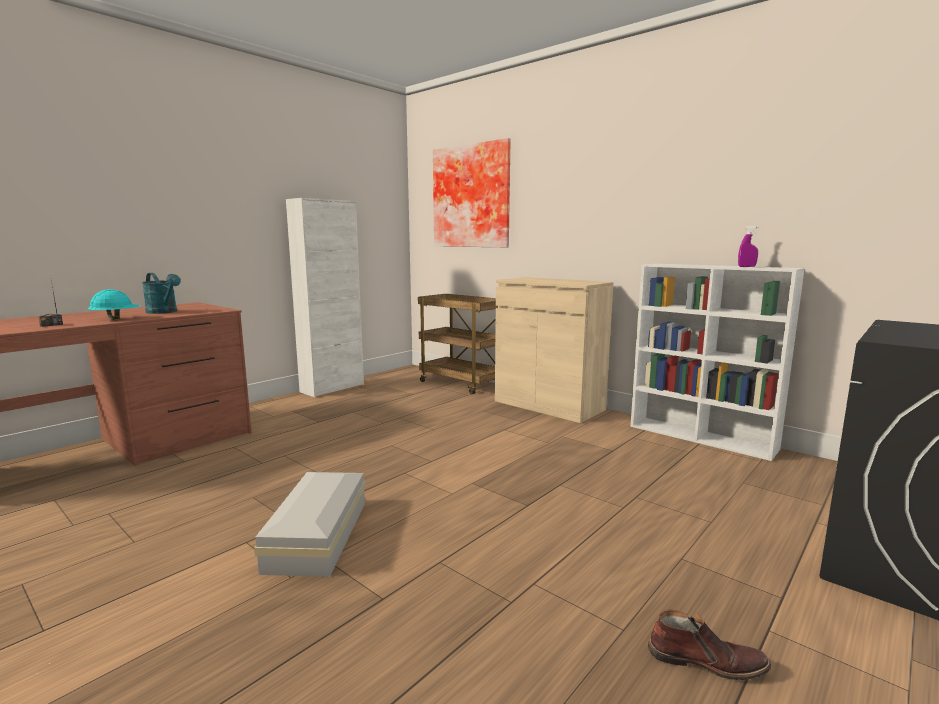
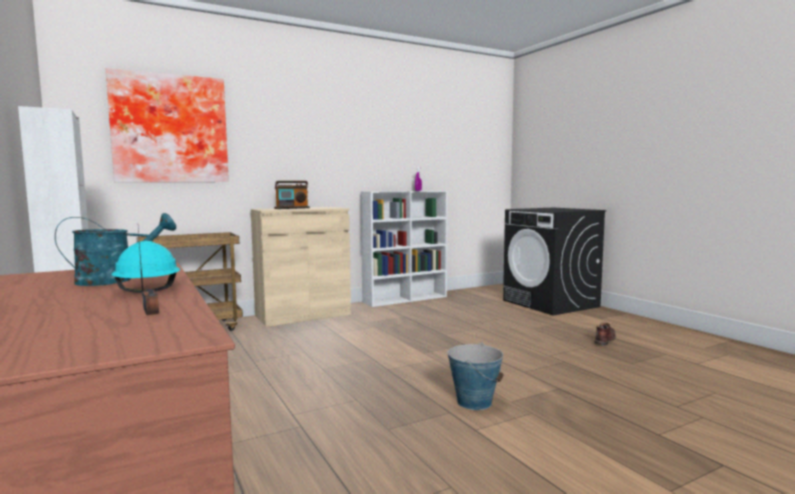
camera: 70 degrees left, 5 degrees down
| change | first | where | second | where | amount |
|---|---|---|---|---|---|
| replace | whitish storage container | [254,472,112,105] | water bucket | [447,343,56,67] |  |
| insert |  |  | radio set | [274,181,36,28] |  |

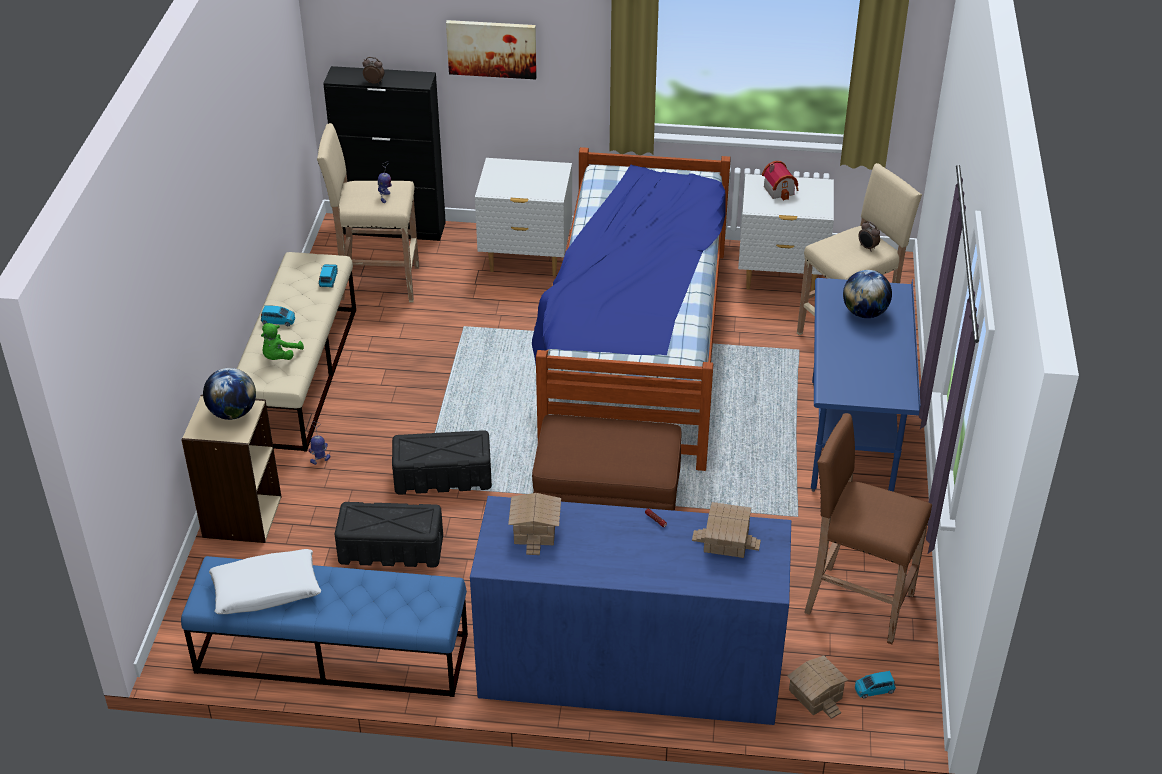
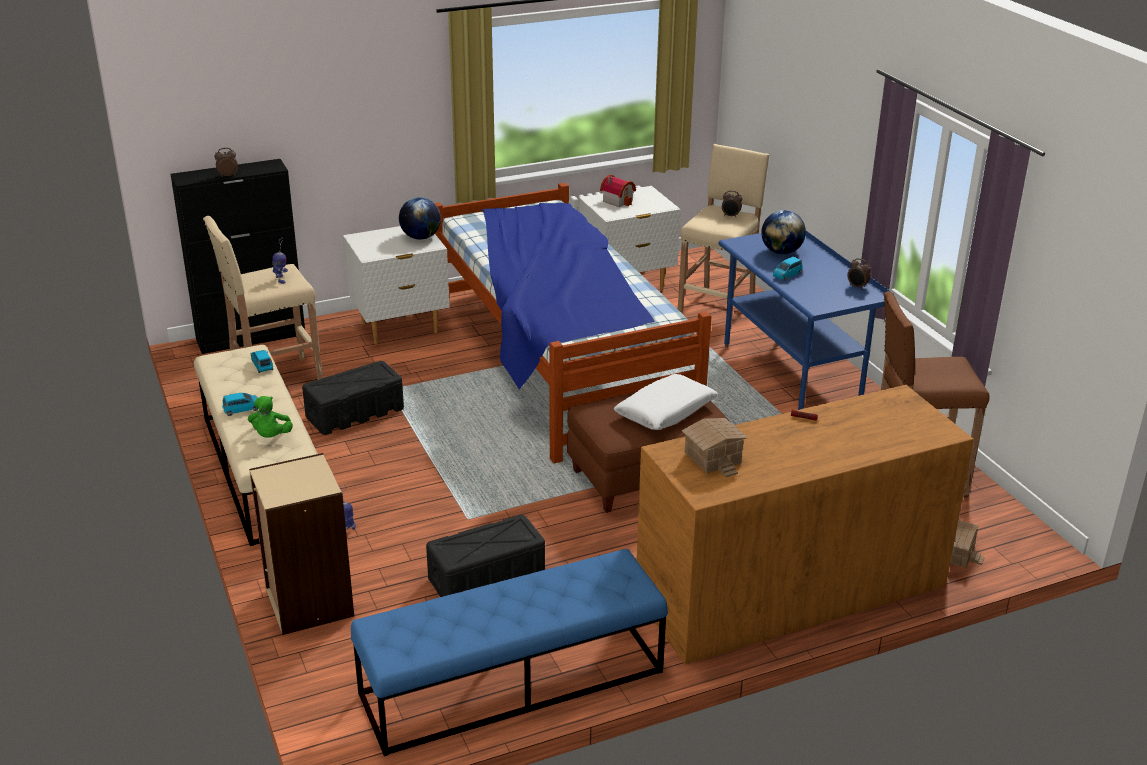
camera: 30 degrees left, 10 degrees down
| change | first | where | second | where | amount |
|---|---|---|---|---|---|
| move | desk globe | [203,368,53,52] |  | [399,197,42,43] |  |
| move | whitish throw pillow | [209,549,112,65] |  | [614,374,104,56] |  |
| move | blackish storage container | [392,430,100,65] |  | [302,361,102,74] |  |
| delete | picture | [446,20,91,59] |  |  |  |
| recolor | blue-coloured chest of drawers | [470,496,321,229] | brown chest of drawers | [637,385,337,280] |  |
| delete | toy house | [692,502,69,56] |  |  |  |
| move | blue-coloured toy car | [855,671,41,28] |  | [773,257,30,24] |  |
| insert |  |  | alarm clock | [847,258,24,32] |  |

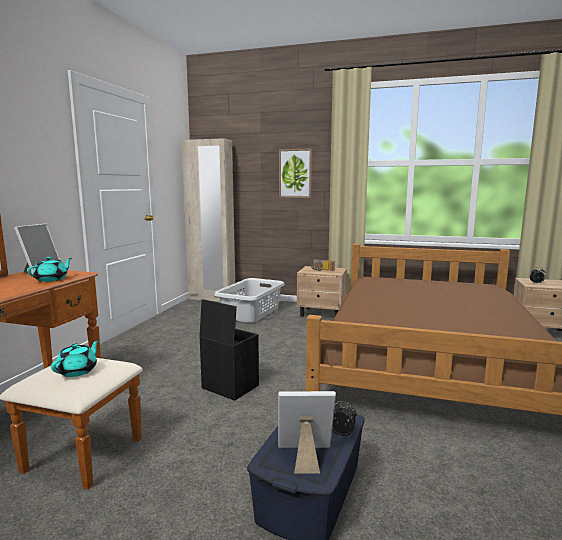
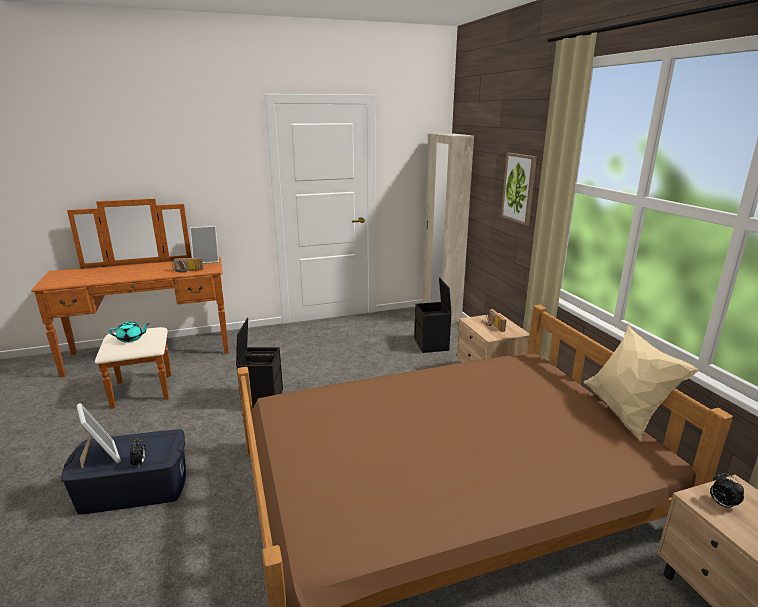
camera: 55 degrees right, 10 degrees up
| change | first | where | second | where | amount |
|---|---|---|---|---|---|
| replace | turquoise tea pot | [27,257,45,25] | radio set | [172,258,32,14] |  |
| replace | gray hamper | [214,278,71,45] | blackish storage container | [415,277,37,76] |  |
| insert |  |  | sand-coloured throw pillow | [584,323,115,119] |  |

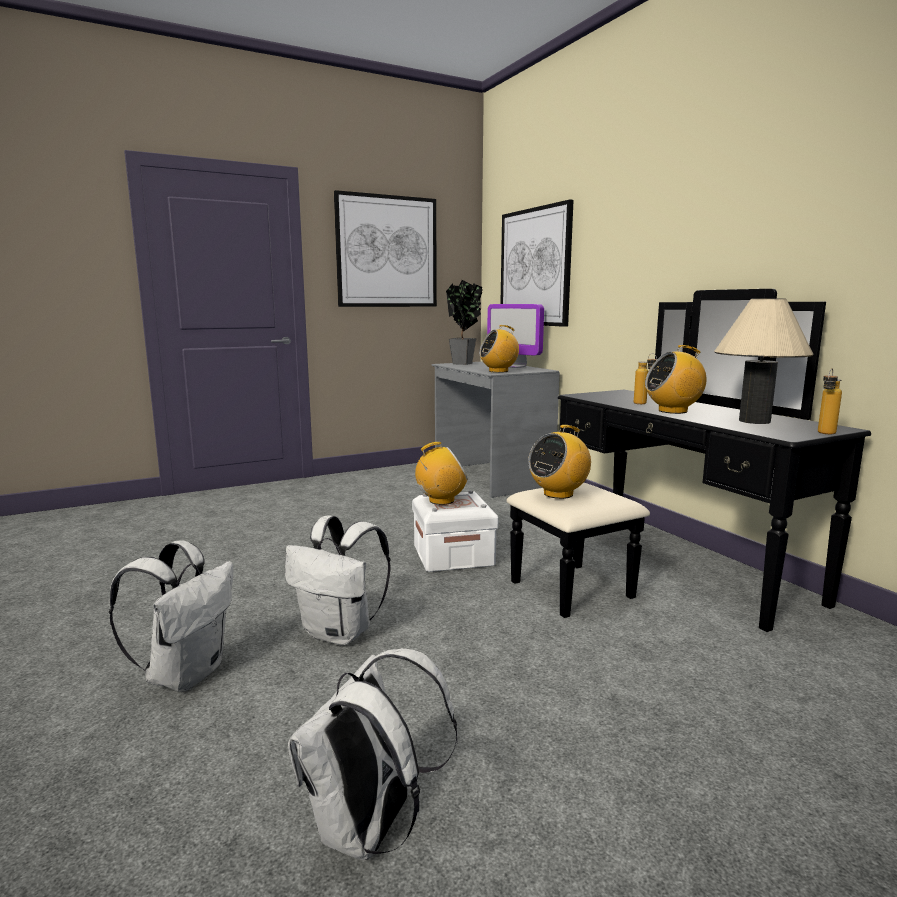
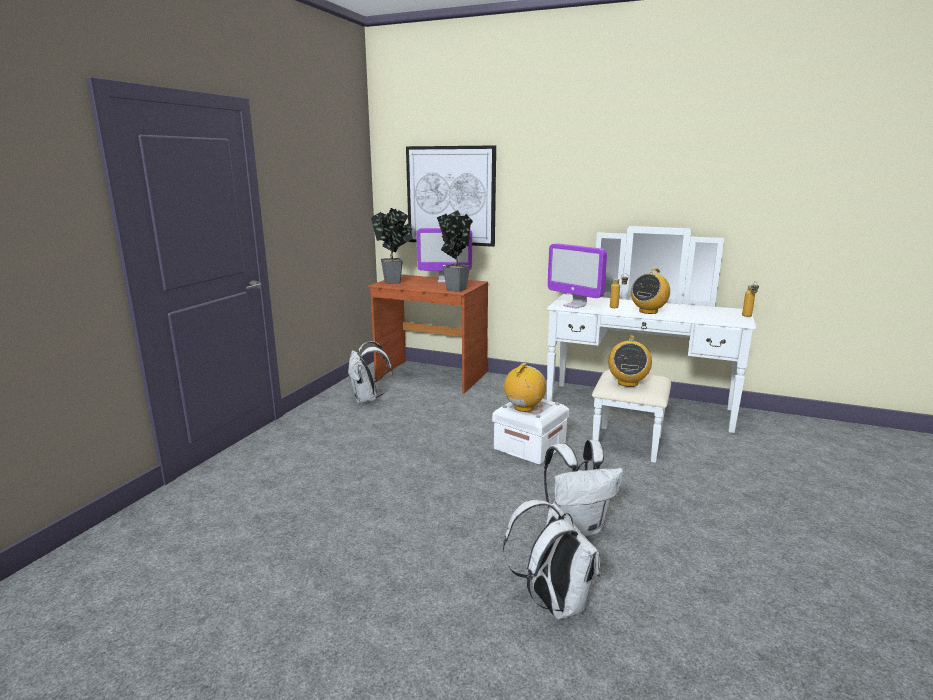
camera: 40 degrees left, 5 degrees up
| change | first | where | second | where | amount |
|---|---|---|---|---|---|
| move | whitish knapsack | [288,648,169,212] |  | [348,341,45,63] |  |
| delete | picture | [334,190,103,117] |  |  |  |
| recolor | gray desk | [432,362,128,136] | brown desk | [368,275,120,118] |  |
| replace | radio set | [479,325,40,48] | potted plant | [437,210,36,82] |  |
| recolor | blackish chest of drawers | [506,289,365,343] | whitish chest of drawers | [547,226,210,237] |  |
| delete | sand-coloured lamp for a table | [714,298,99,126] |  |  |  |
| insert |  |  | computer display | [547,243,60,66] |  |

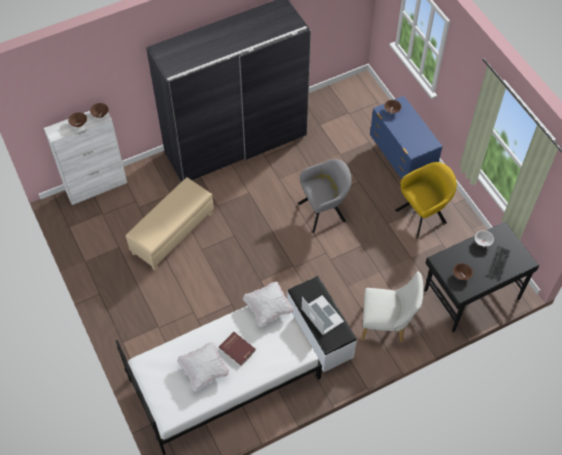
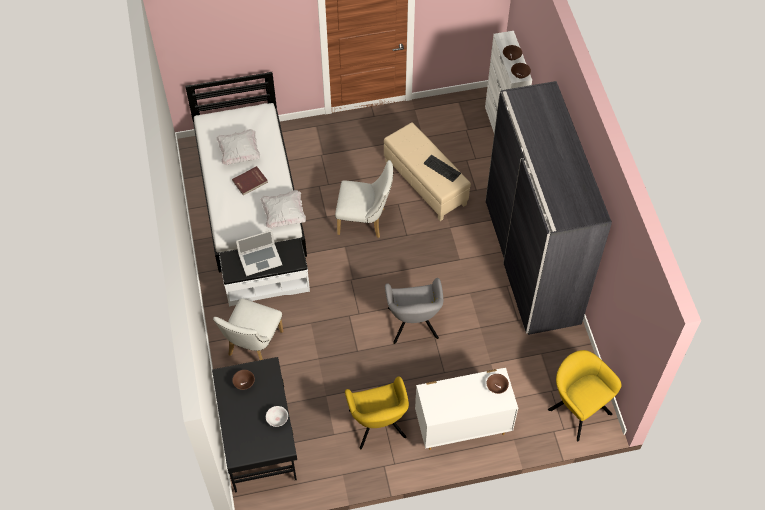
camera: 105 degrees right, 0 degrees up
| change | first | where | second | where | amount |
|---|---|---|---|---|---|
| recolor | blue-coloured chest of drawers | [370,96,73,83] | whitish chest of drawers | [415,368,103,82] |  |
| move | keyboard | [487,246,24,34] |  | [423,155,38,27] |  |
| insert |  |  | whitish plain chair | [335,160,58,78] |  |
| insert |  |  | yellow easy chair | [548,350,73,91] |  |

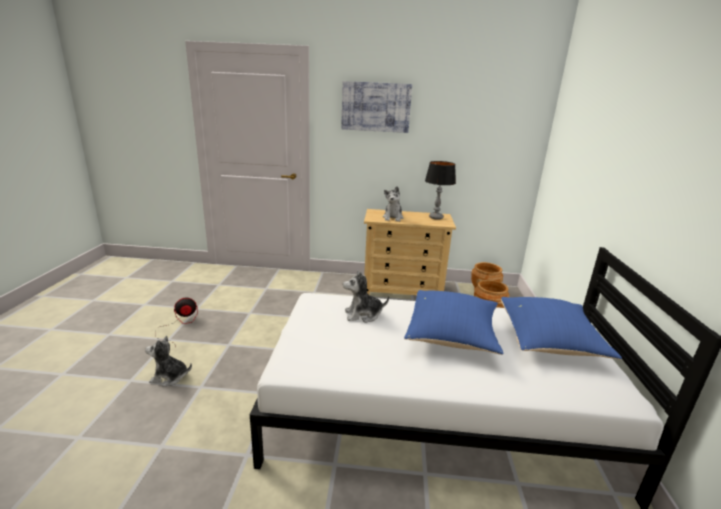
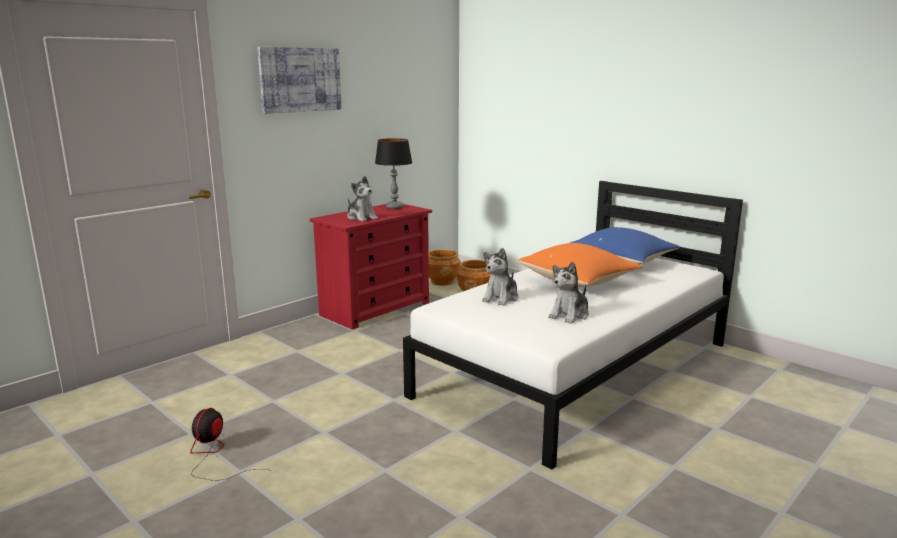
camera: 50 degrees left, 5 degrees down
| change | first | where | second | where | amount |
|---|---|---|---|---|---|
| move | cuddly toy | [145,336,47,51] |  | [548,261,41,63] |  |
| recolor | sand-coloured chest of drawers | [364,209,92,86] | reddish chest of drawers | [310,204,122,126] |  |
| recolor | blue-coloured throw pillow | [404,290,100,65] | orangey throw pillow | [519,243,124,44] |  |

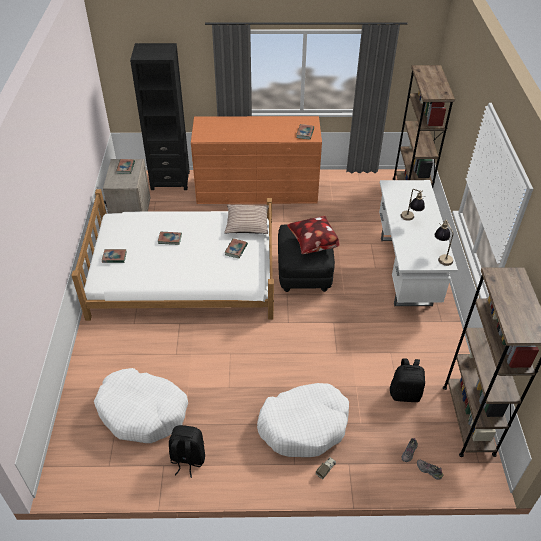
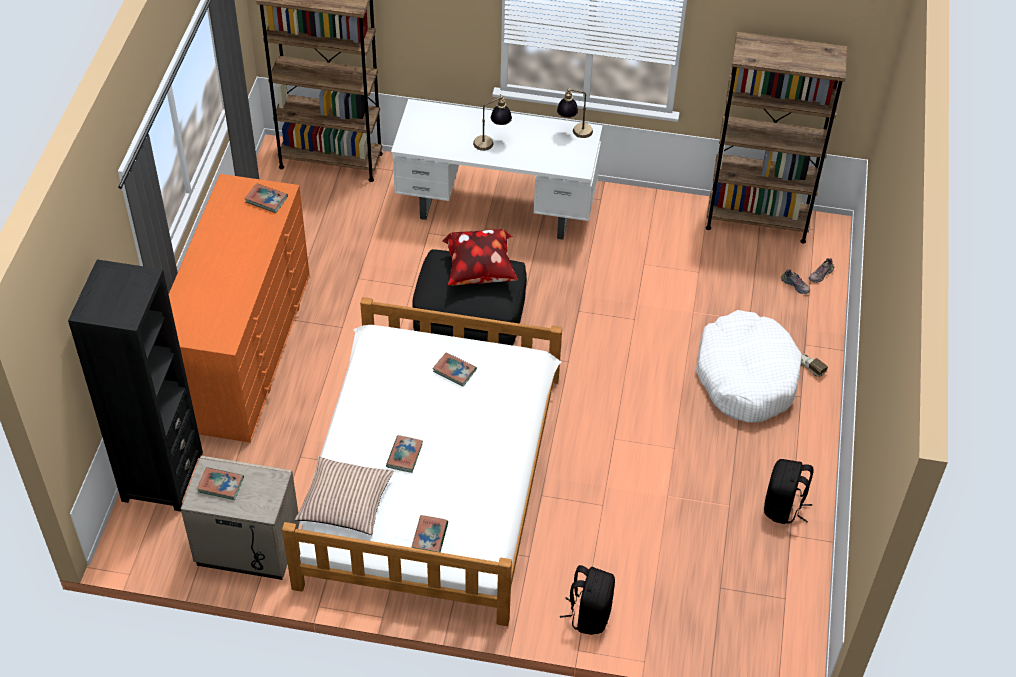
camera: 80 degrees left, 5 degrees up
| change | first | where | second | where | amount |
|---|---|---|---|---|---|
| delete | whitish dog bed | [94,368,94,75] |  |  |  |
| move | throw pillow | [224,205,45,29] |  | [295,456,99,79] |  |
| move | blackish knapsack | [390,358,35,44] |  | [560,565,55,70] |  |

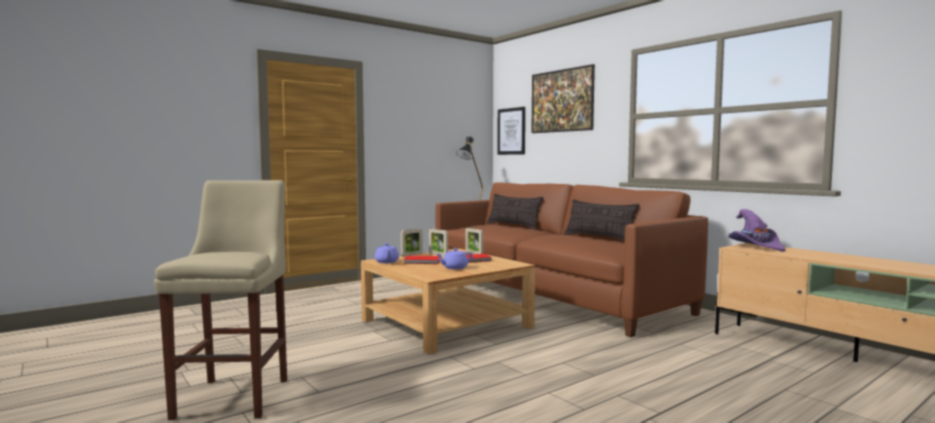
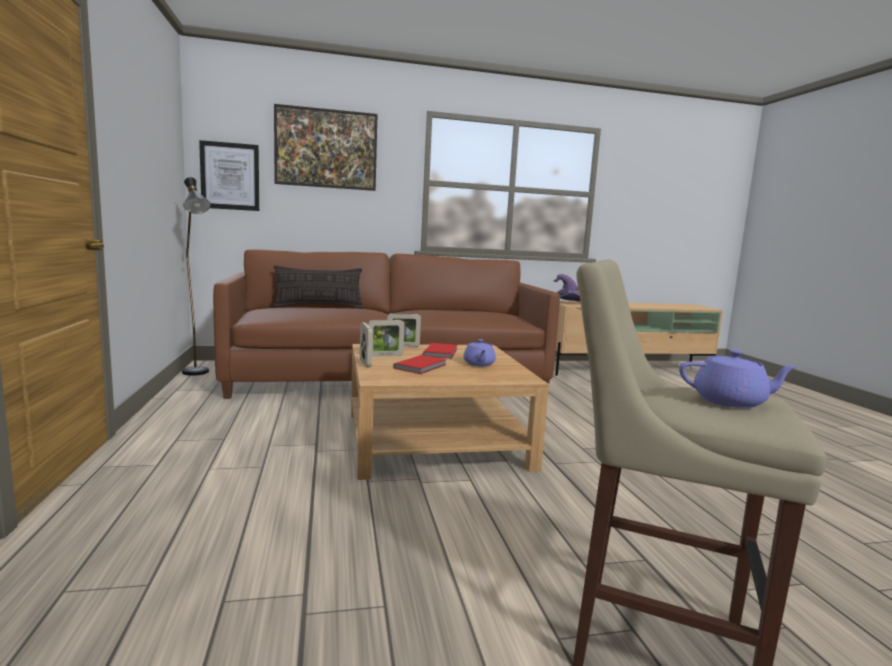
camera: 65 degrees left, 5 degrees up
| change | first | where | second | where | amount |
|---|---|---|---|---|---|
| move | purplish tea pot | [375,243,24,20] |  | [679,350,119,58] |  |
| delete | throw pillow | [564,199,75,42] |  |  |  |

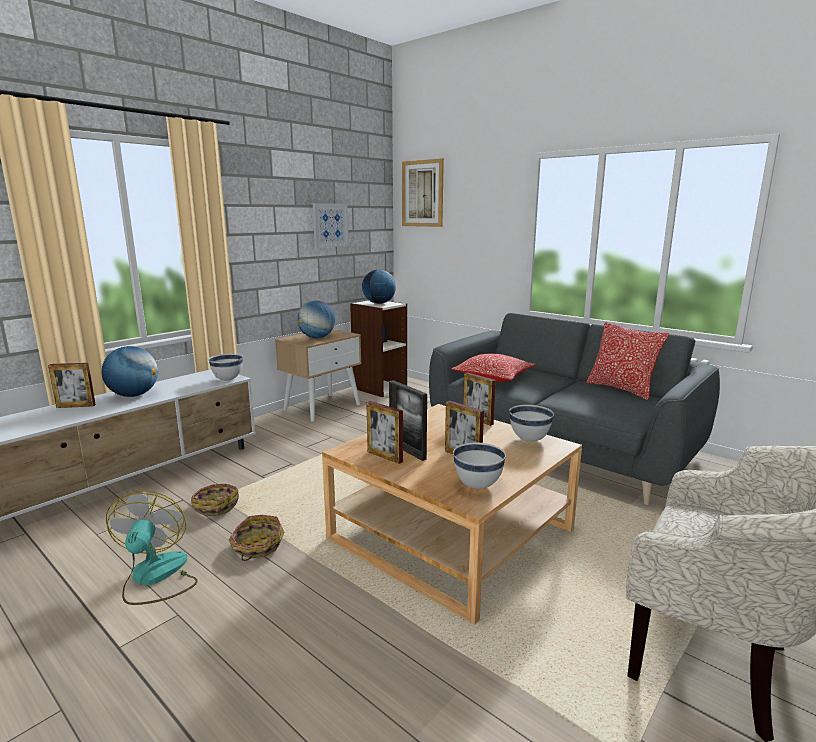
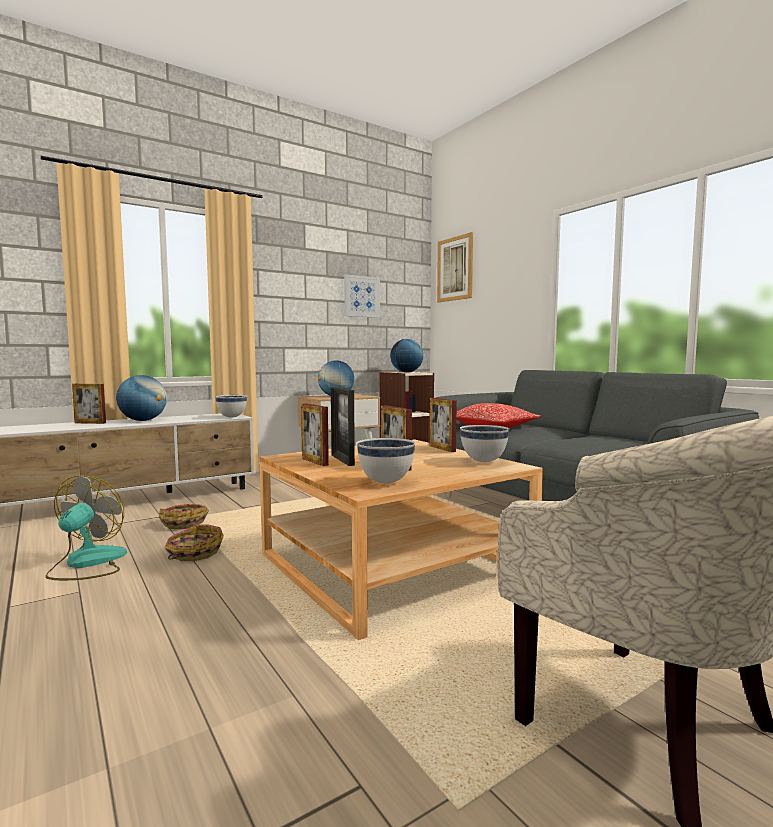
camera: 15 degrees right, 10 degrees down
| change | first | where | second | where | amount |
|---|---|---|---|---|---|
| delete | throw pillow | [586,322,83,78] |  |  |  |

